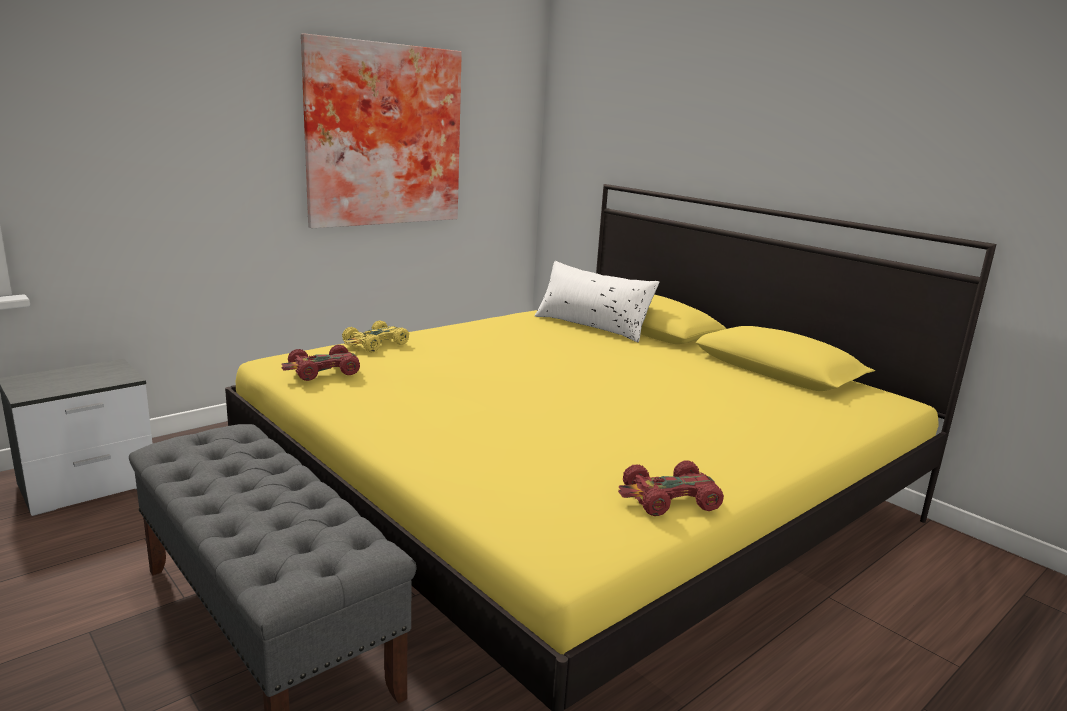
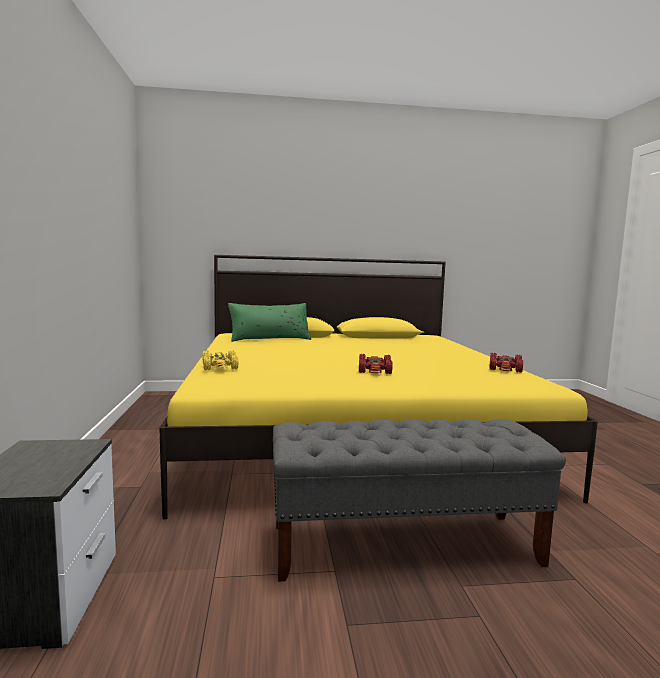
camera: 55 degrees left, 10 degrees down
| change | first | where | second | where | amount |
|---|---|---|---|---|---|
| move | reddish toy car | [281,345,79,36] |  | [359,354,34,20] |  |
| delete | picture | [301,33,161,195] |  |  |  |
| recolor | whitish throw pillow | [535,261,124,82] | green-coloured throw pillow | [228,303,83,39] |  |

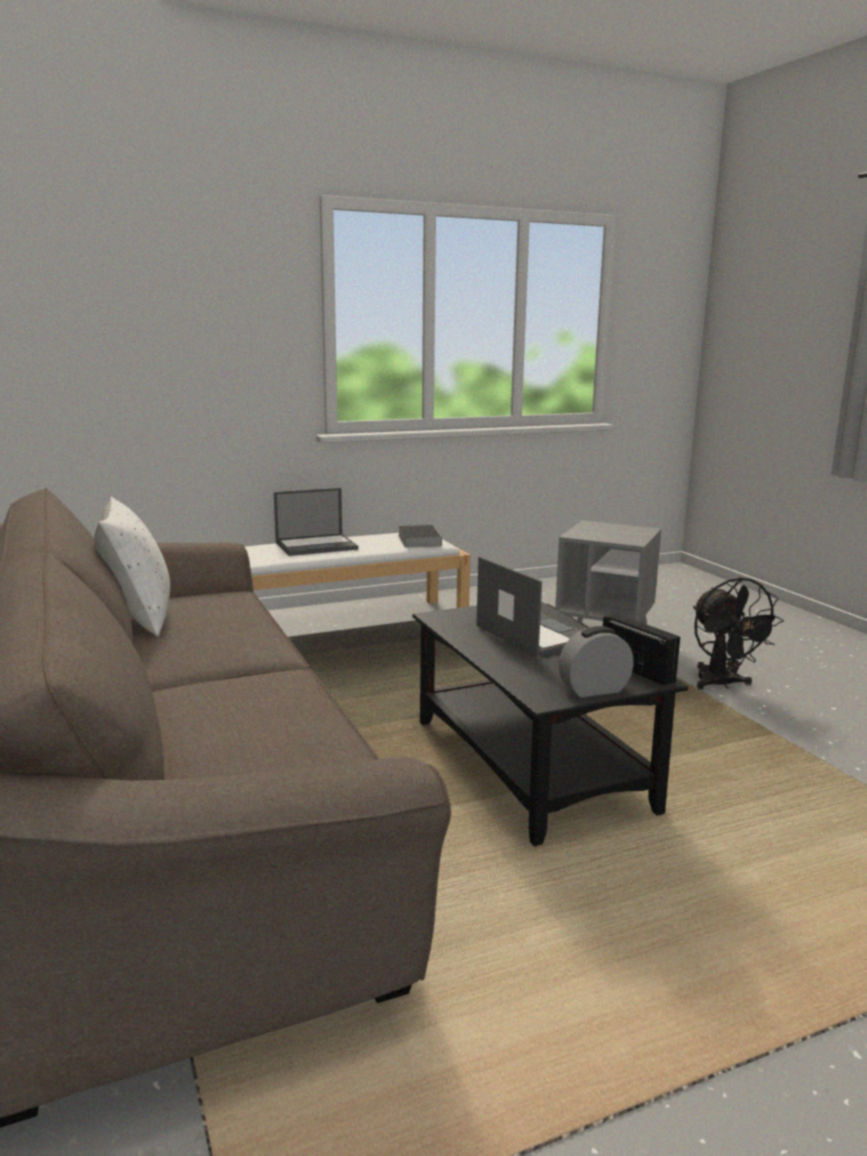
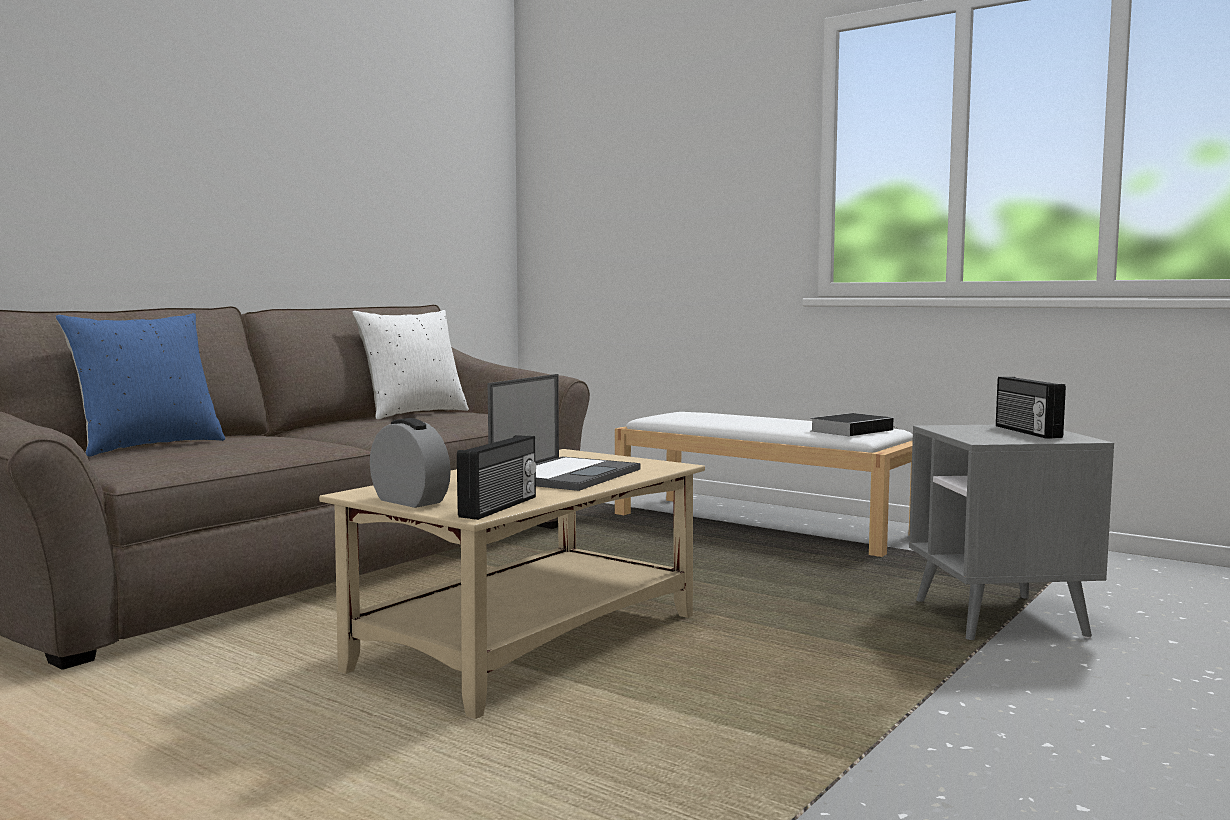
camera: 60 degrees right, 10 degrees down
| change | first | where | second | where | amount |
|---|---|---|---|---|---|
| delete | notebook computer | [274,488,85,68] |  |  |  |
| recolor | blackish lounge table | [412,602,276,244] | sand-coloured lounge table | [319,449,386,270] |  |
| delete | blackish fan | [693,577,91,112] |  |  |  |
| insert |  |  | blue-coloured throw pillow | [56,313,169,144] |  |
| insert |  |  | radio set | [996,377,70,62] |  |

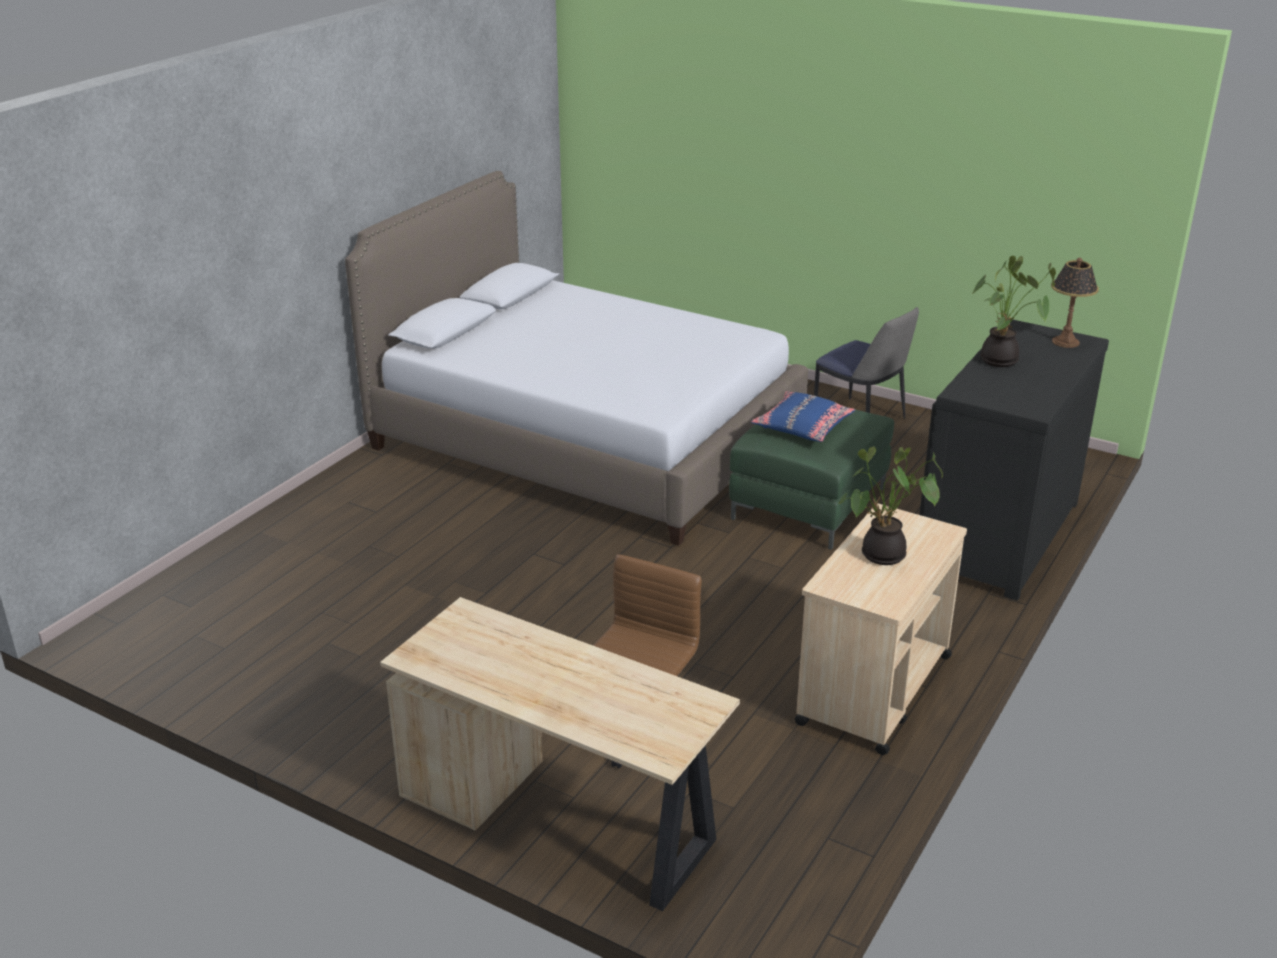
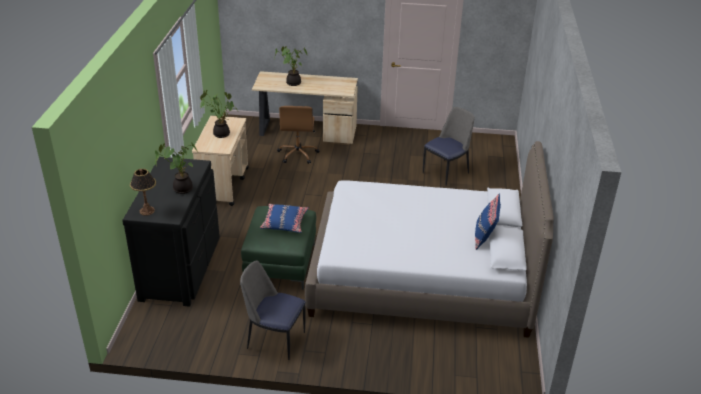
camera: 155 degrees right, 5 degrees up
| change | first | where | second | where | amount |
|---|---|---|---|---|---|
| insert |  |  | potted plant | [274,46,33,40] |  |
| insert |  |  | plain chair | [423,107,52,79] |  |
| insert |  |  | blue-coloured throw pillow | [475,194,26,56] |  |

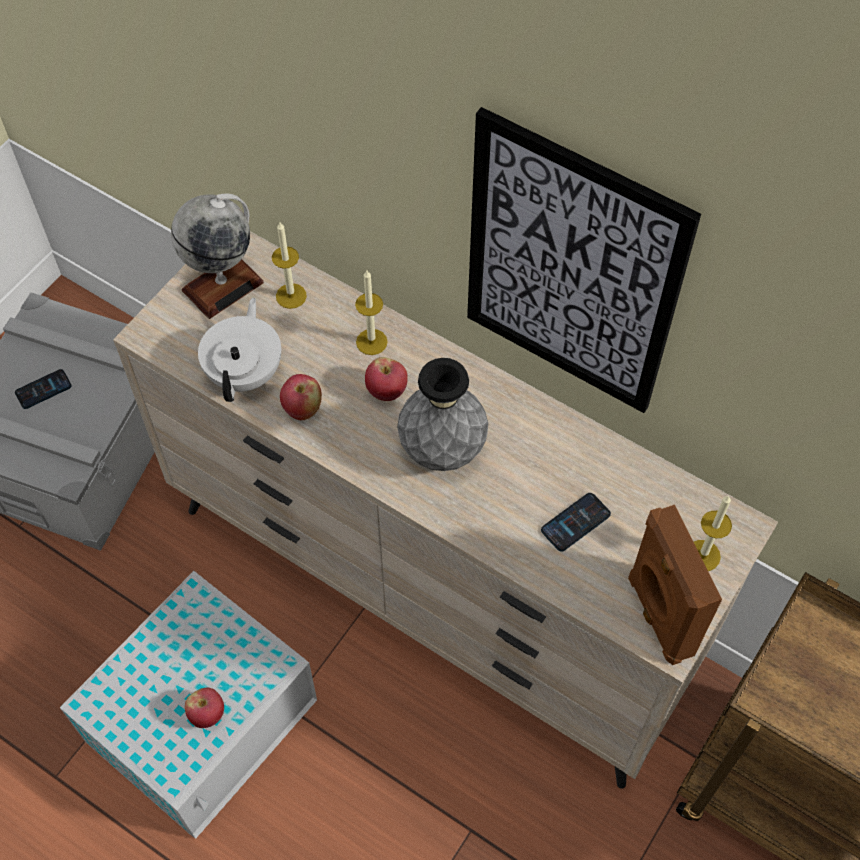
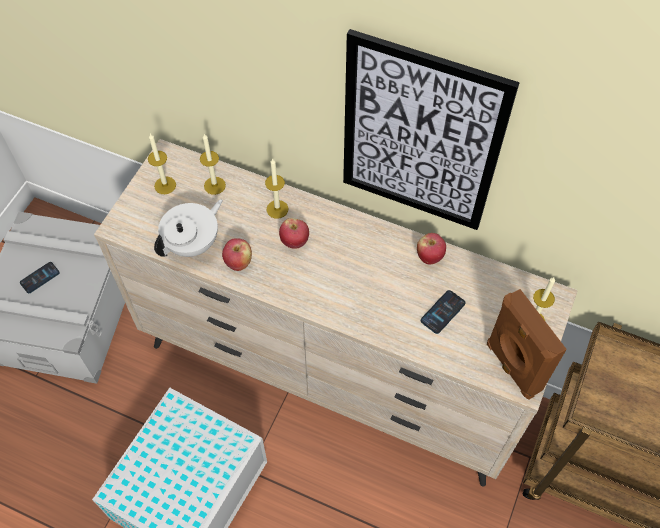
camera: 10 degrees left, 0 degrees up
| change | first | where | second | where | amount |
|---|---|---|---|---|---|
| replace | desk globe | [171,194,93,125] | candle | [148,134,28,60] |  |
| move | whole apple | [185,688,39,40] |  | [417,233,29,31] |  |
| rotate | whitish tea pot | [198,298,83,104] |  | [154,199,69,58] | 45 degrees clockwise |
| delete | gray vase | [397,358,91,113] |  |  |  |

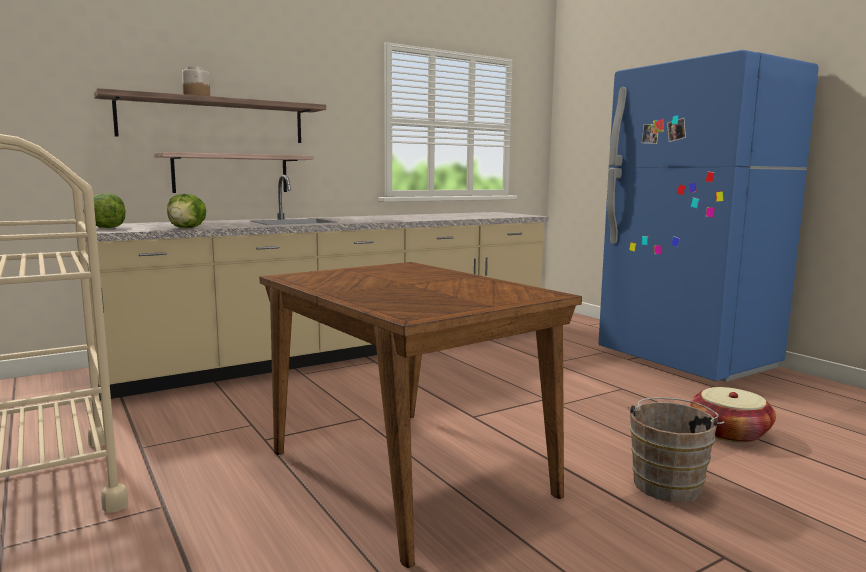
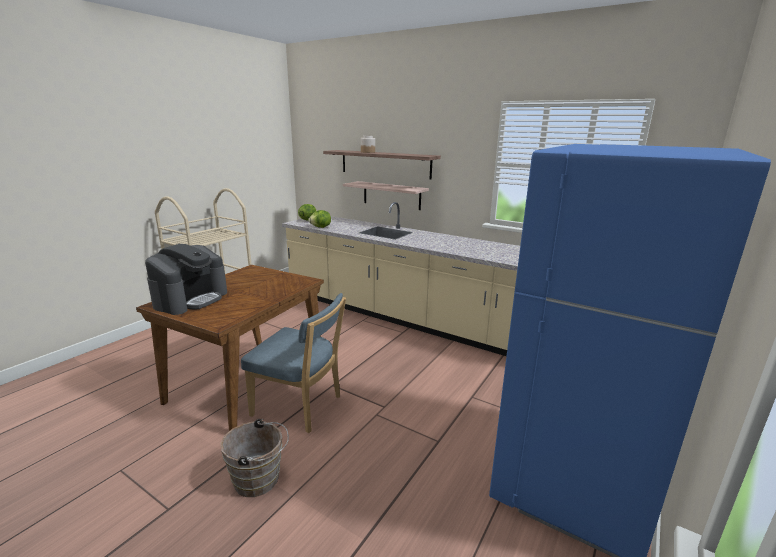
camera: 65 degrees right, 10 degrees up
| change | first | where | second | where | amount |
|---|---|---|---|---|---|
| delete | household basket | [690,387,86,56] |  |  |  |
| insert |  |  | coffee brewer | [145,244,82,71] |  |
| insert |  |  | blue-coloured plain chair | [241,293,105,140] |  |

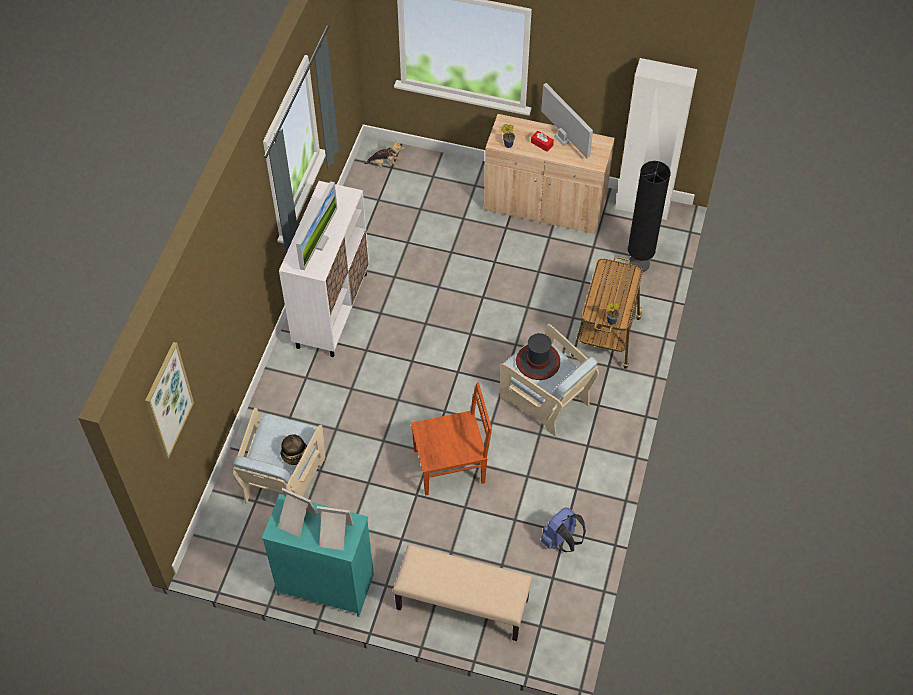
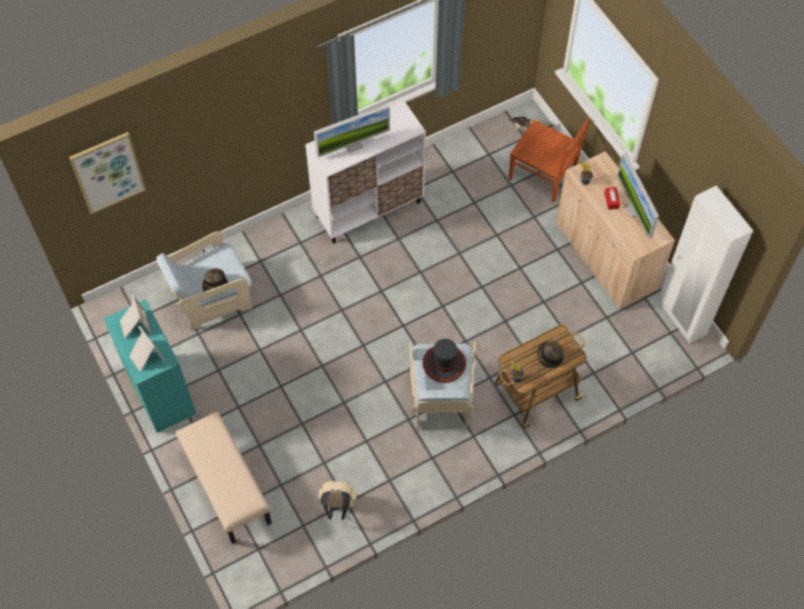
camera: 45 degrees right, 5 degrees up
| change | first | where | second | where | amount |
|---|---|---|---|---|---|
| move | brown plain chair | [411,383,81,113] |  | [509,117,82,85] |  |
| rotate | computer display | [541,83,52,75] |  | [617,153,42,86] | 150 degrees clockwise |
| recolor | blue-coloured knapsack | [541,507,45,45] | sand-coloured knapsack | [319,481,38,39] |  |
| delete | blackish standard lamp | [628,161,43,111] |  |  |  |
| insert |  |  | clothing hat | [537,341,27,27] |  |

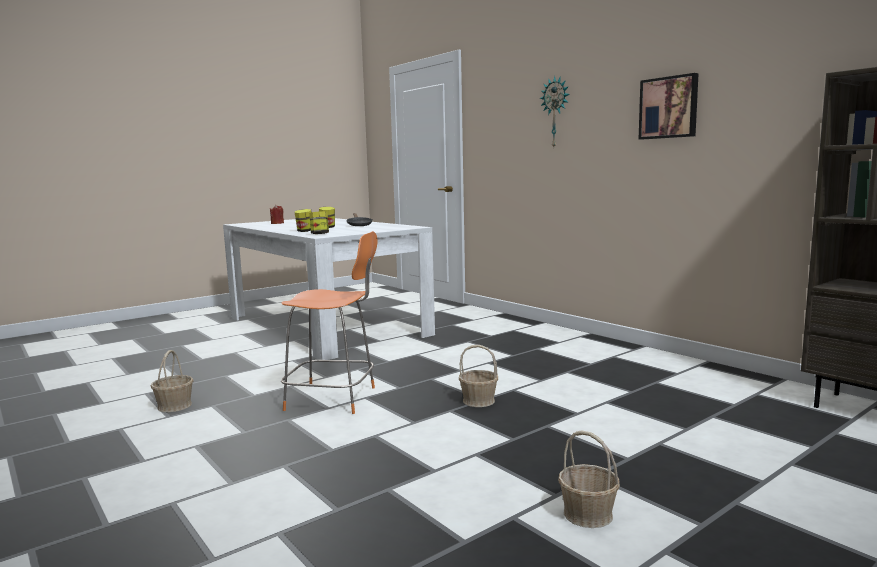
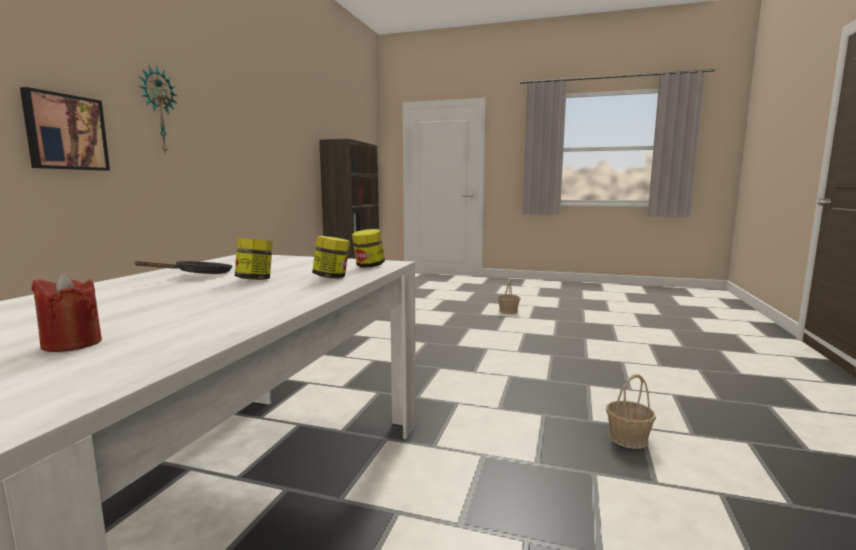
camera: 125 degrees left, 0 degrees up
| change | first | where | second | where | amount |
|---|---|---|---|---|---|
| delete | orangey plain chair | [281,231,97,183] |  |  |  |
| delete | household basket | [459,345,39,62] |  |  |  |
| move | picture | [639,73,60,66] |  | [20,87,90,84] |  |

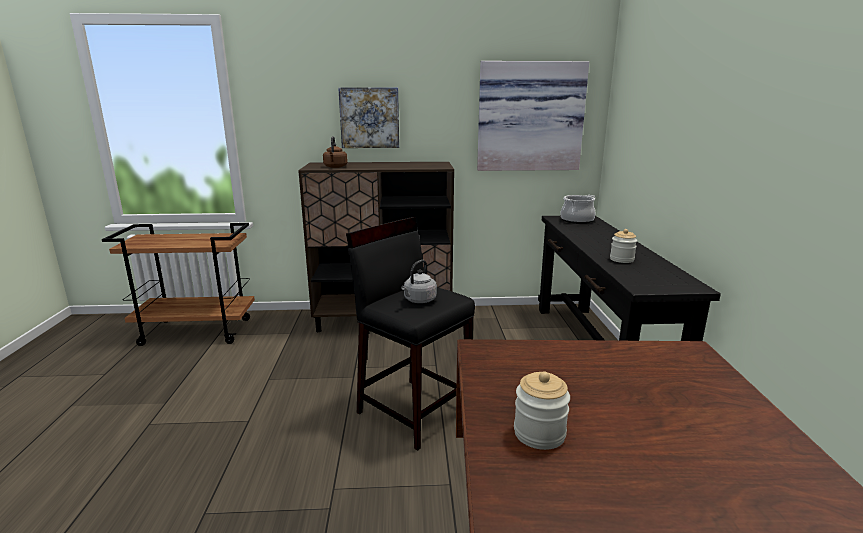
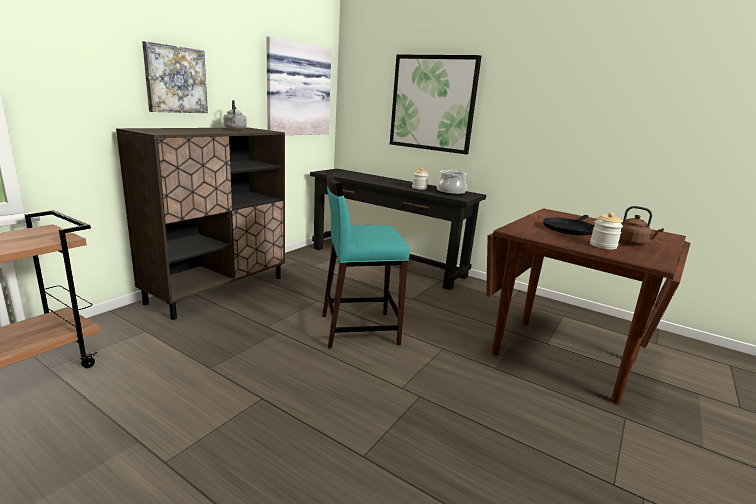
camera: 55 degrees left, 0 degrees up
| change | first | where | second | where | amount |
|---|---|---|---|---|---|
| move | brown tea kettle | [323,136,25,32] |  | [619,206,45,39] |  |
| recolor | blackish stool seat | [346,217,129,234] | turquoise stool seat | [322,170,88,179] |  |
| move | gray tea kettle | [401,260,36,43] |  | [223,100,24,30] |  |
| move | saucepot | [560,195,36,29] |  | [437,169,30,26] |  |
| insert |  |  | picture | [390,55,92,99] |  |
| insert |  |  | blackish frying pan | [543,215,51,20] |  |

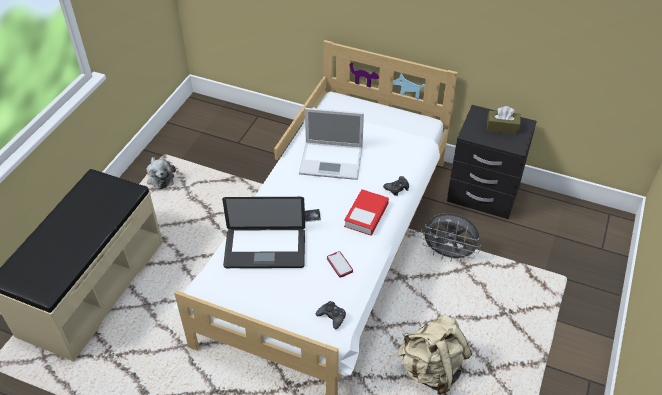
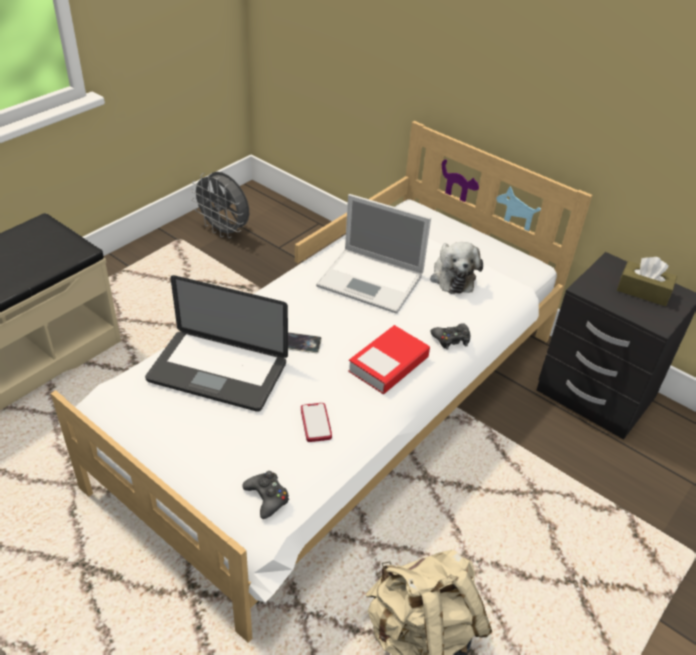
camera: 15 degrees right, 5 degrees down
| change | first | where | second | where | amount |
|---|---|---|---|---|---|
| move | cuddly toy | [147,157,29,33] |  | [430,242,53,52] |  |
| move | gray fan | [420,213,61,49] |  | [191,172,58,66] |  |

